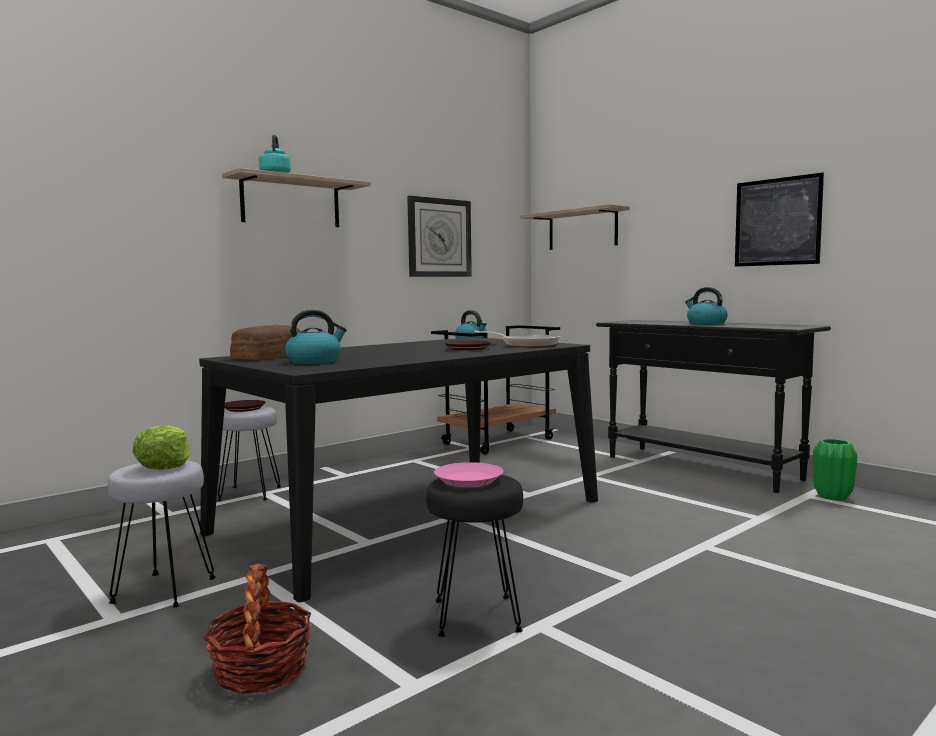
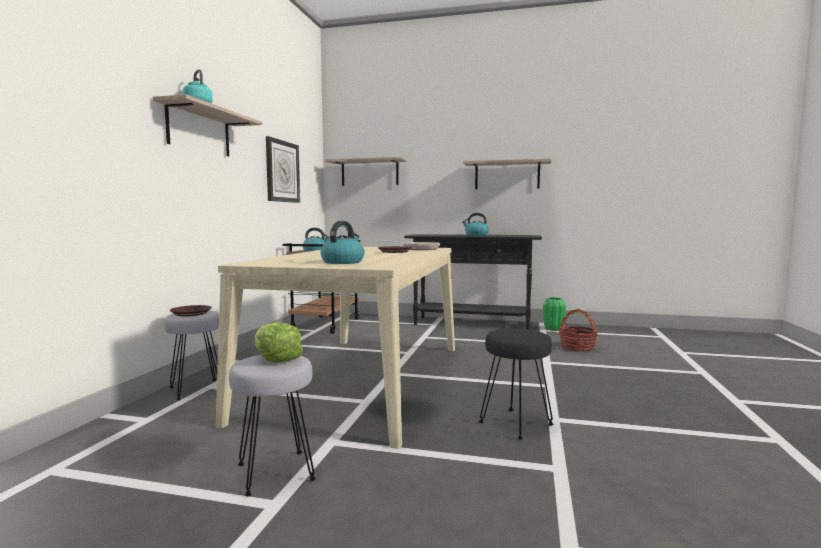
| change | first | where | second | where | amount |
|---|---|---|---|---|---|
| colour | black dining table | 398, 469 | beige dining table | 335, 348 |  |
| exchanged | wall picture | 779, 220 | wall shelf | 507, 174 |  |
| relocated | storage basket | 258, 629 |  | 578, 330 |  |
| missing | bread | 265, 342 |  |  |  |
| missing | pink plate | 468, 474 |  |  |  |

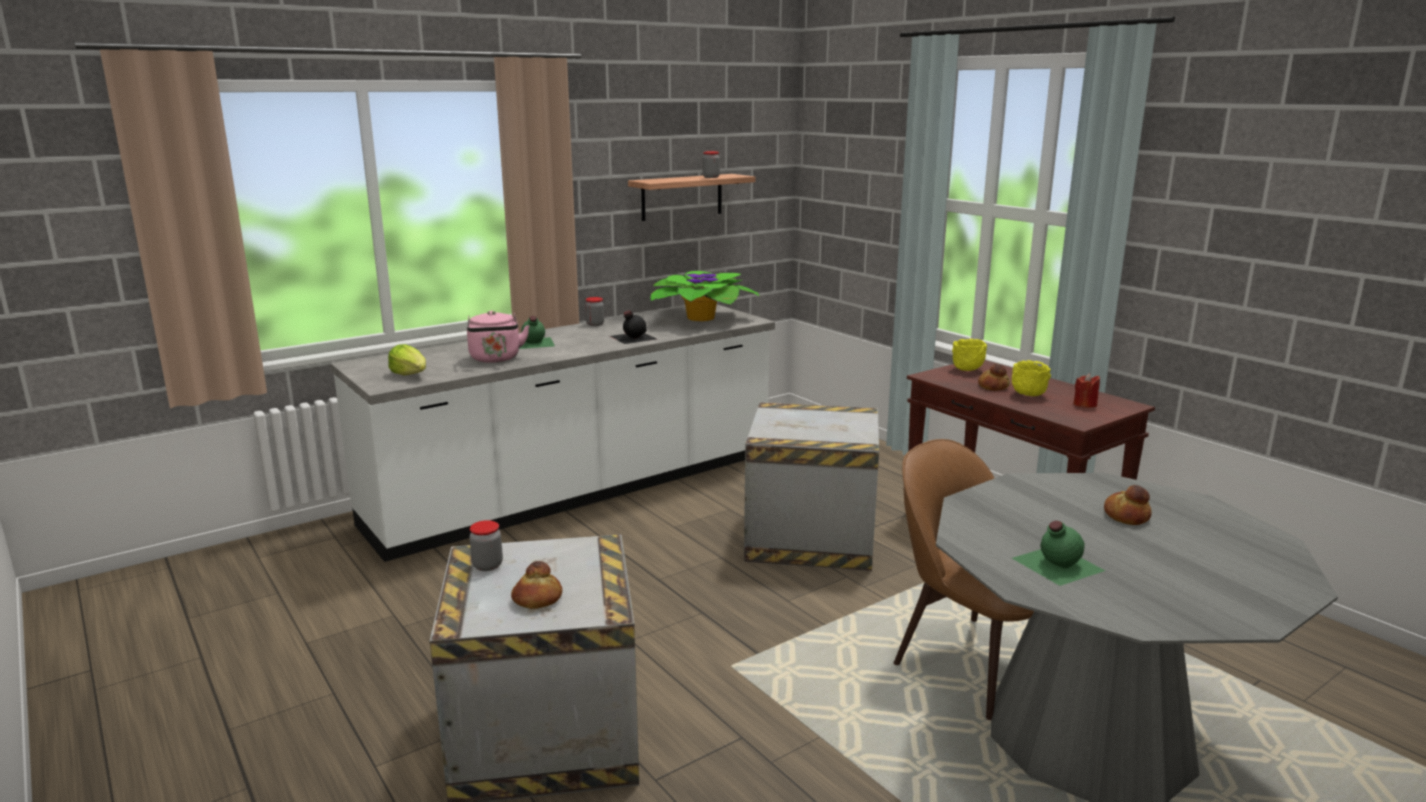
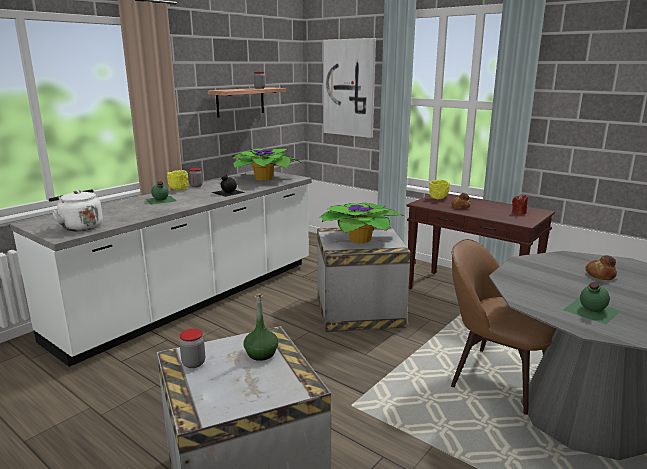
| change | first | where | second | where | amount |
|---|---|---|---|---|---|
| exchanged | head of lettuce | 407, 359 | white tea kettle | 76, 210 |  |
| relocated | yellow serving bowl | 1031, 378 |  | 178, 180 |  |
| appeared |  |  | green-coloured beverage bottle | 260, 327 |  |
| appeared |  |  | potted plant | 361, 223 |  |
| appeared |  |  | wall picture | 349, 88 |  |
| missing | pink tea kettle | 498, 336 |  |  |  |
| missing | bread | 536, 585 |  |  |  |

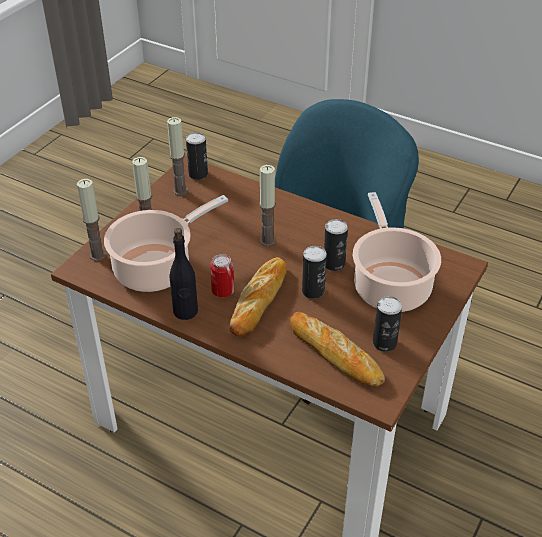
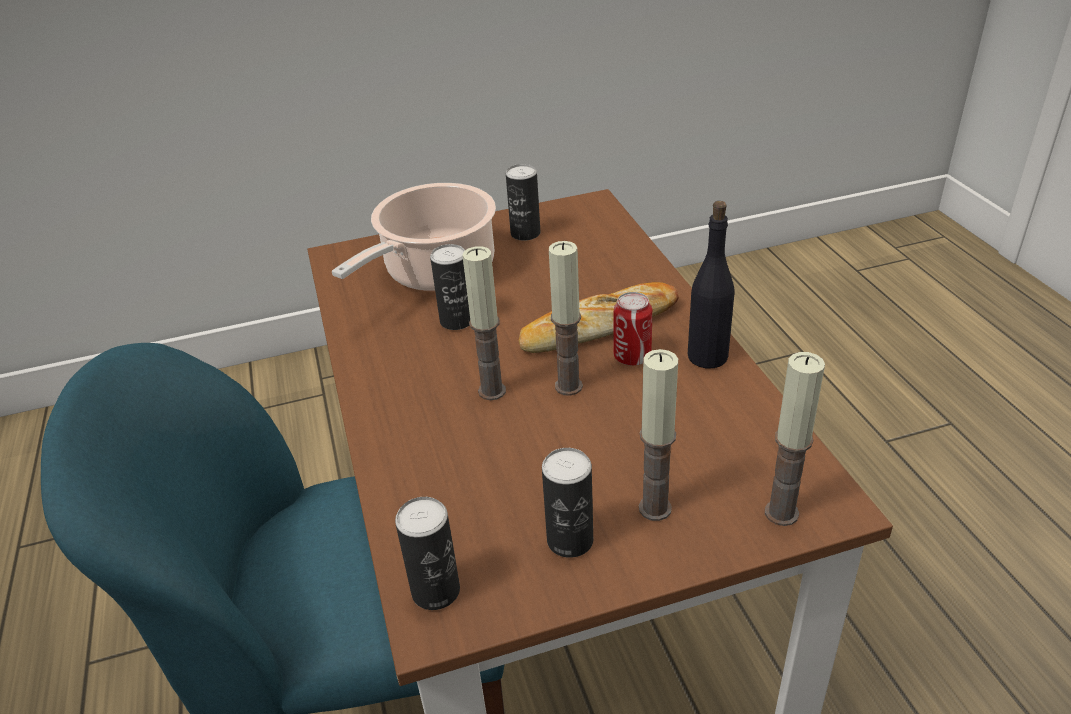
| change | first | where | second | where | amount |
|---|---|---|---|---|---|
| relocated | can | 314, 272 |  | 567, 503 |  |
| relocated | wax candle | 177, 156 |  | 566, 318 |  |
| missing | saucepot | 166, 243 |  |  |  |
| missing | bread | 337, 349 |  |  |  |

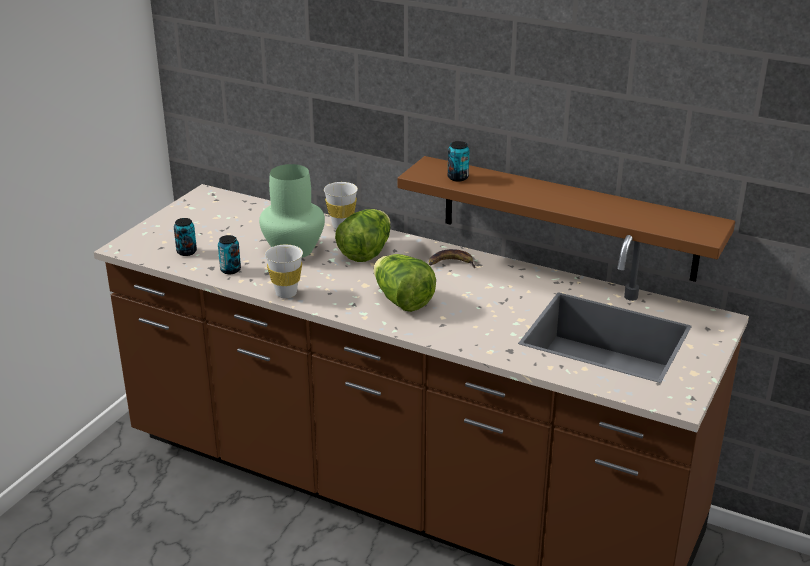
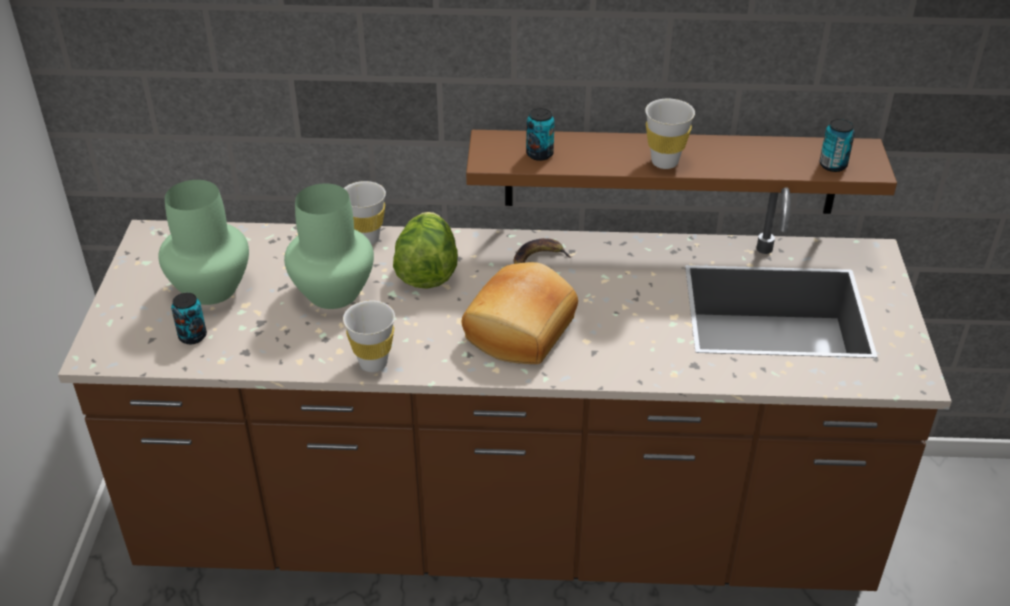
| change | first | where | second | where | amount |
|---|---|---|---|---|---|
| appeared |  |  | green-coloured decorative vase | 203, 242 |  |
| exchanged | head of lettuce | 404, 283 | bread | 520, 313 |  |
| appeared |  |  | white drinking cup | 670, 133 |  |
| relocated | can | 229, 254 |  | 837, 145 |  |

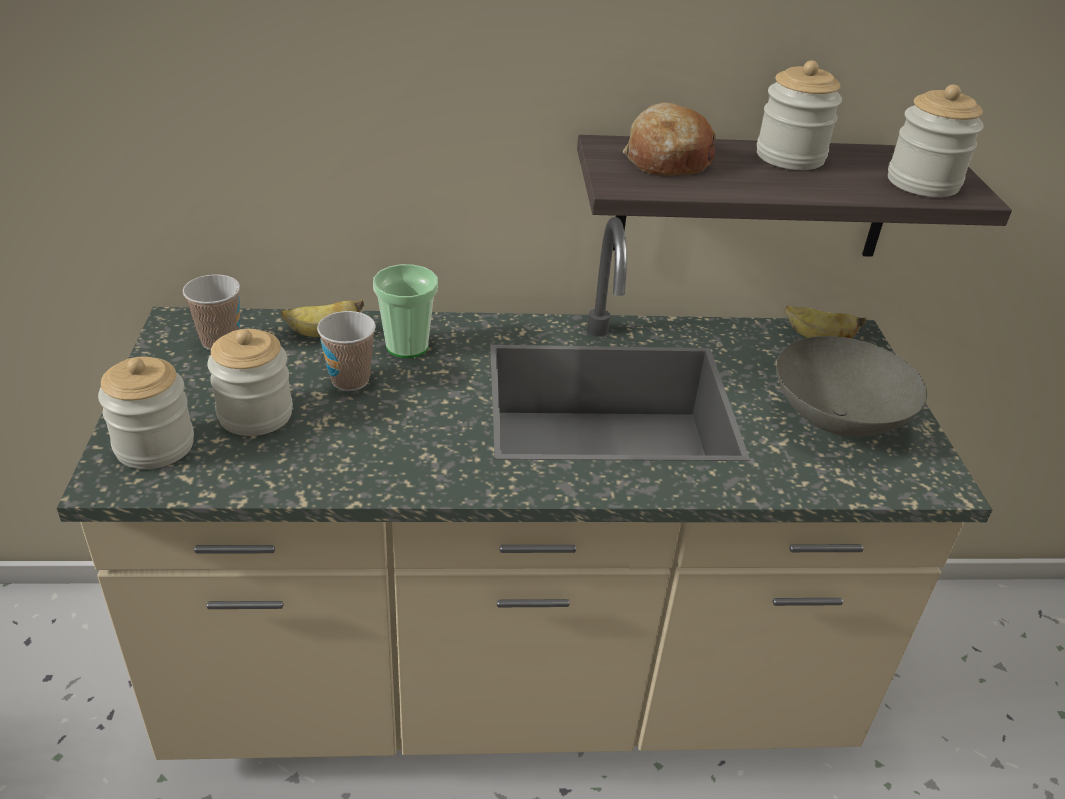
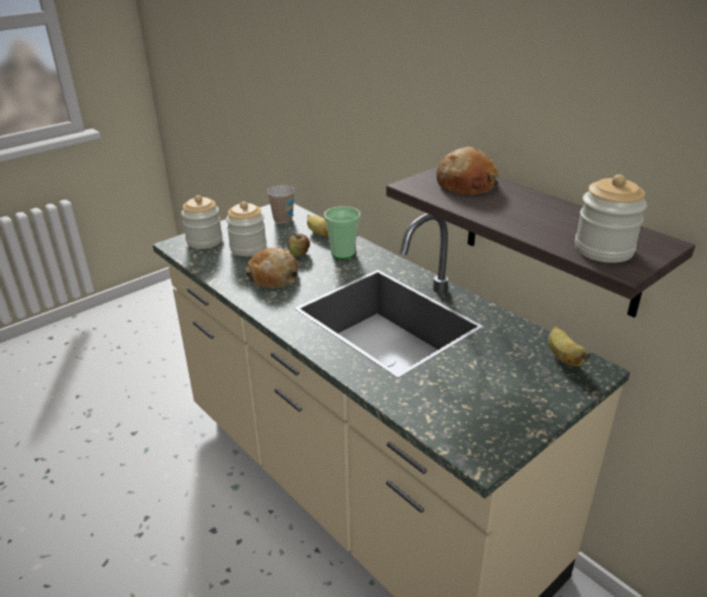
| change | first | where | second | where | amount |
|---|---|---|---|---|---|
| appeared |  |  | bread | 271, 268 |  |
| exchanged | drinking cup | 346, 351 | apple | 299, 245 |  |
| missing | jar | 799, 115 |  |  |  |
| missing | gray serving bowl | 851, 386 |  |  |  |

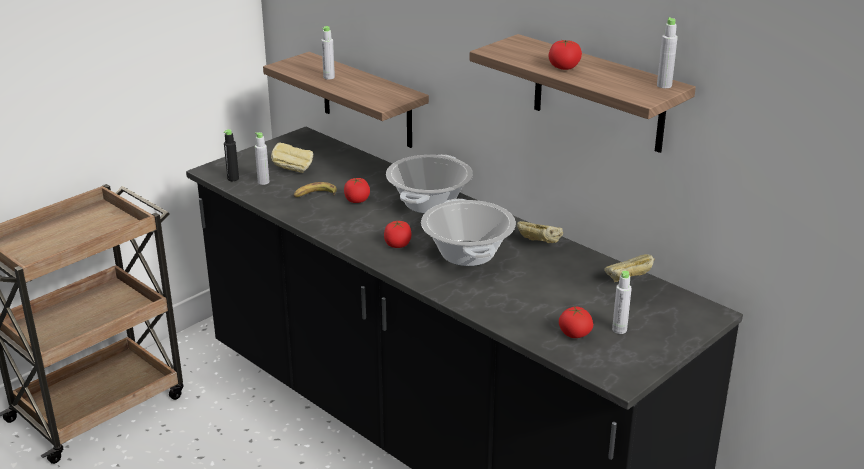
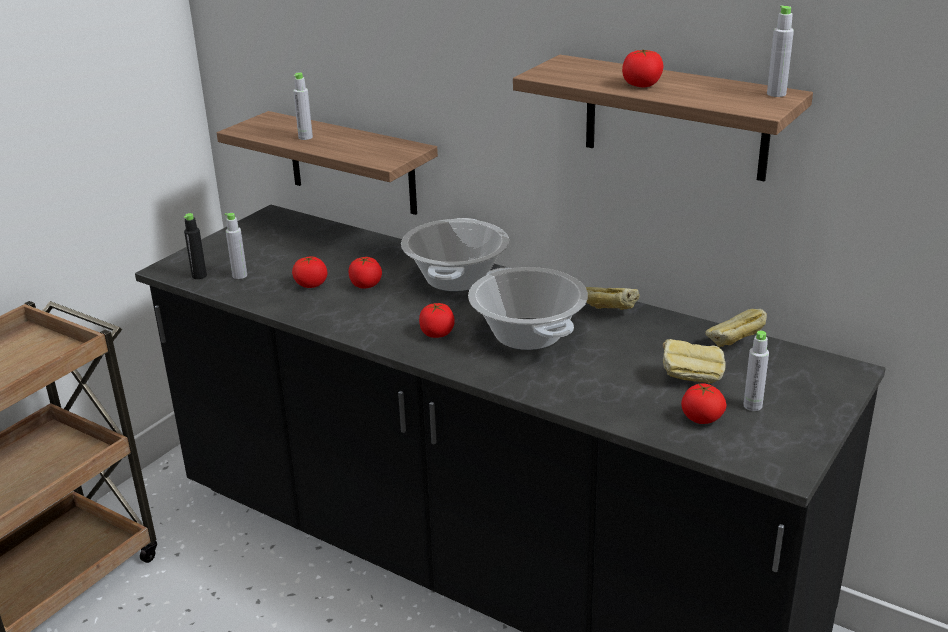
| change | first | where | second | where | amount |
|---|---|---|---|---|---|
| exchanged | whole banana | 315, 189 | fresh tomato | 310, 272 |  |
| relocated | bread | 292, 157 |  | 694, 361 |  |

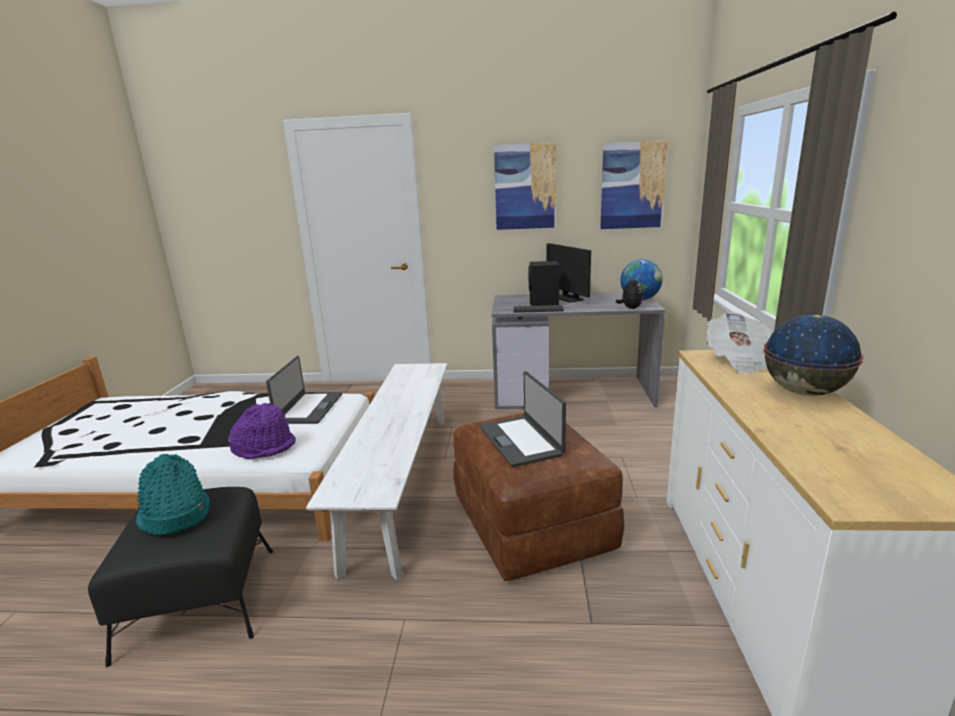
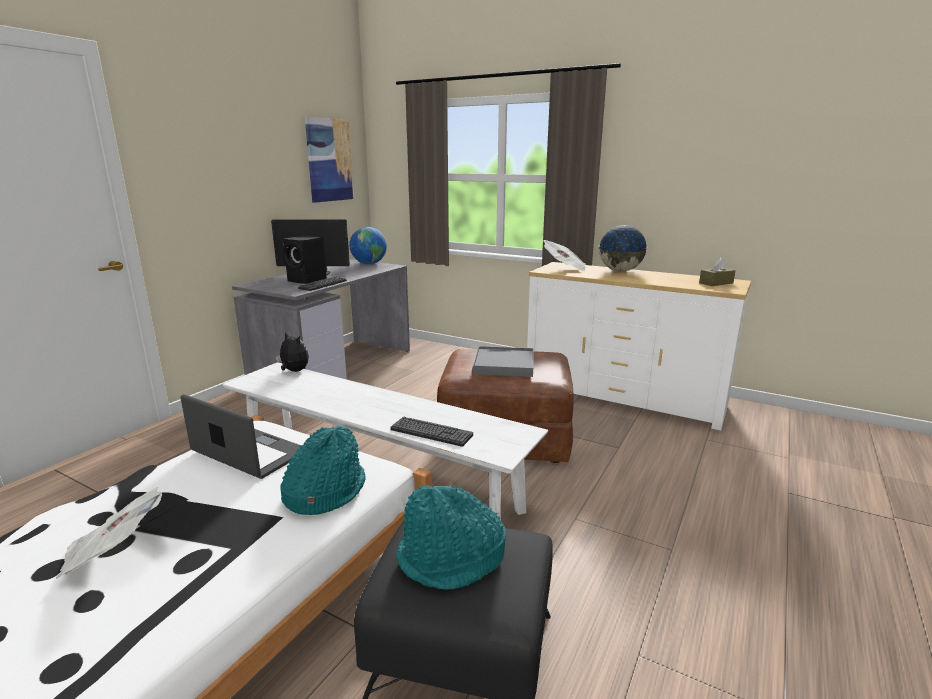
| change | first | where | second | where | amount |
|---|---|---|---|---|---|
| appeared |  |  | daily paper | 109, 533 |  |
| relocated | cuddly toy | 630, 293 |  | 292, 352 |  |
| colour | purple-coloured wearable hat | 262, 431 | blue-green wearable hat | 323, 470 |  |
| appeared |  |  | computer keyboard | 431, 431 |  |
| exchanged | laptop | 523, 419 | gray tray | 503, 361 |  |
| appeared |  |  | brownish tissue holder | 717, 271 |  |
| missing | wall picture | 525, 186 |  |  |  |

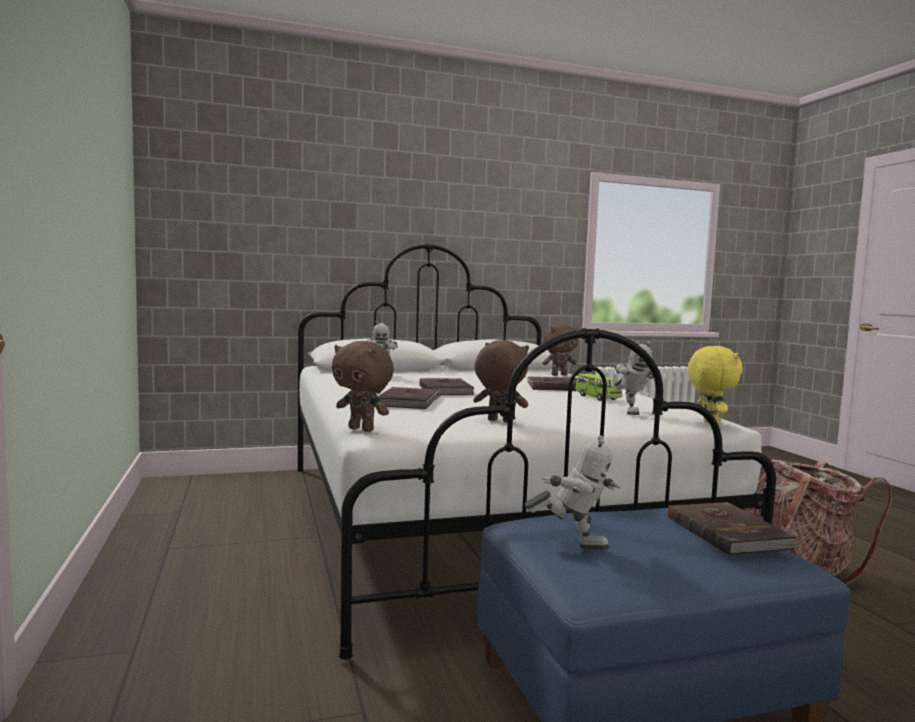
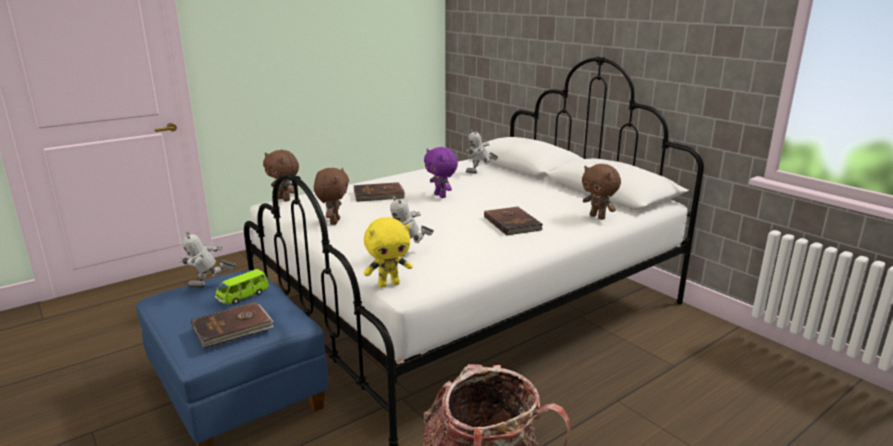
| change | first | where | second | where | amount |
|---|---|---|---|---|---|
| spun | toy robot | 572, 492 |  | 207, 259 | 75 degrees clockwise |
| relocated | green-coloured toy car | 599, 387 |  | 242, 287 |  |
| spun | brownish cuddly toy | 363, 386 |  | 281, 175 | 60 degrees counterclockwise |
| exchanged | brownish book | 447, 386 | purple-coloured cuddly toy | 441, 172 |  |

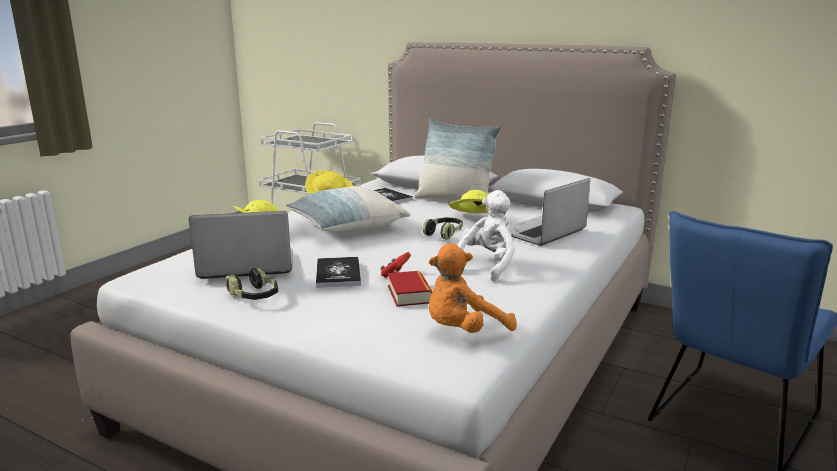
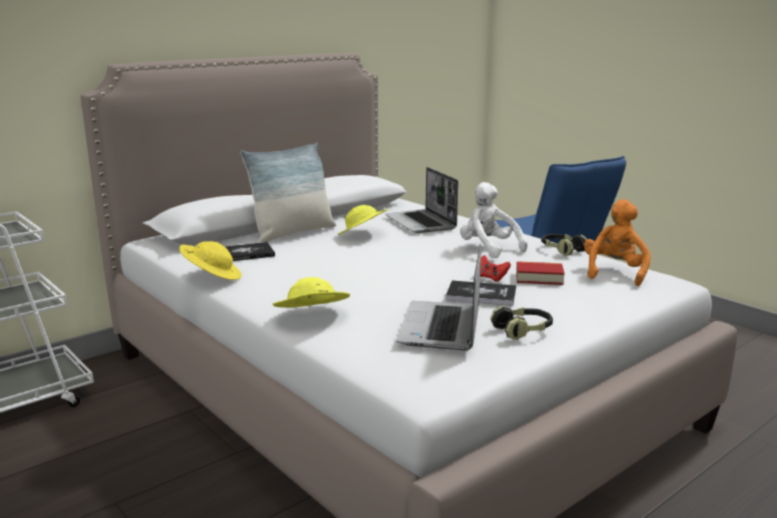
| change | first | where | second | where | amount |
|---|---|---|---|---|---|
| relocated | headphones | 443, 228 |  | 564, 245 |  |
| spun | orangey cuddly toy | 472, 288 |  | 617, 242 | 150 degrees counterclockwise |
| missing | throw pillow | 348, 208 |  |  |  |

